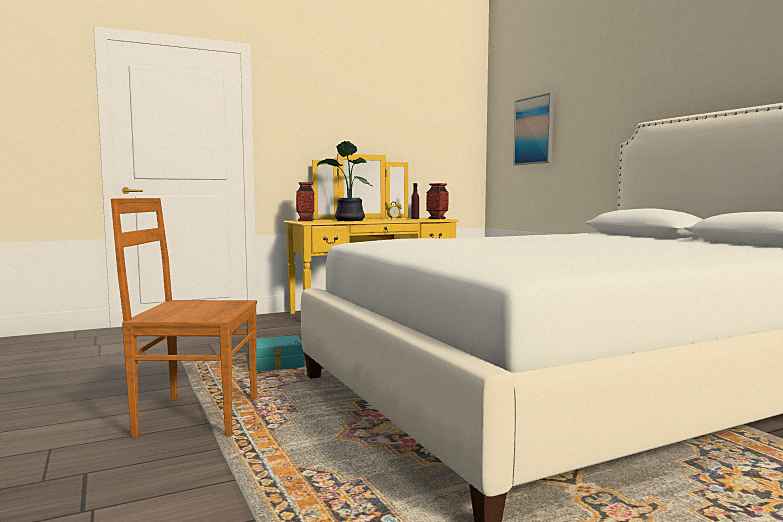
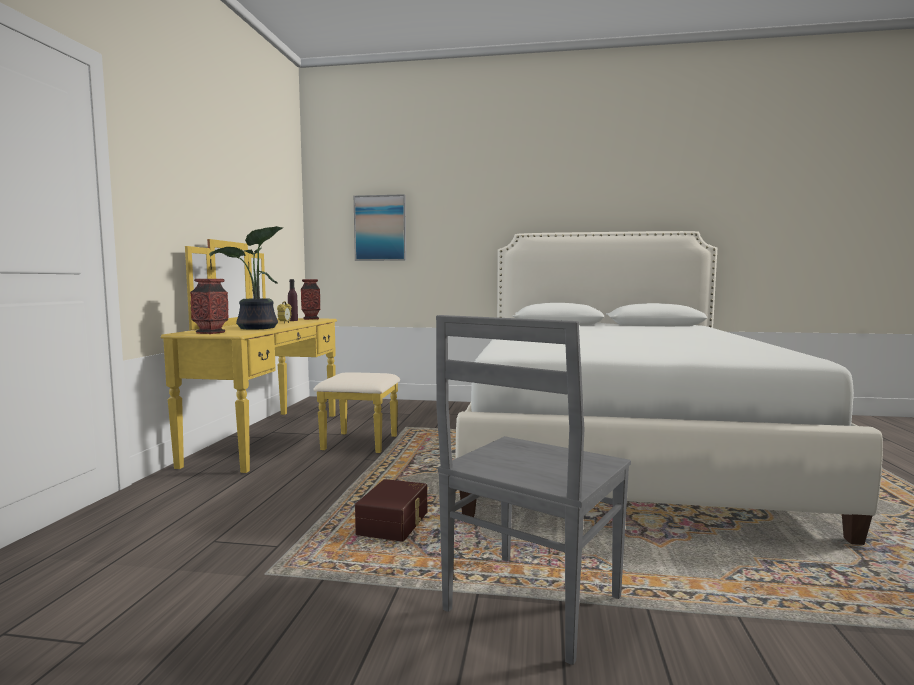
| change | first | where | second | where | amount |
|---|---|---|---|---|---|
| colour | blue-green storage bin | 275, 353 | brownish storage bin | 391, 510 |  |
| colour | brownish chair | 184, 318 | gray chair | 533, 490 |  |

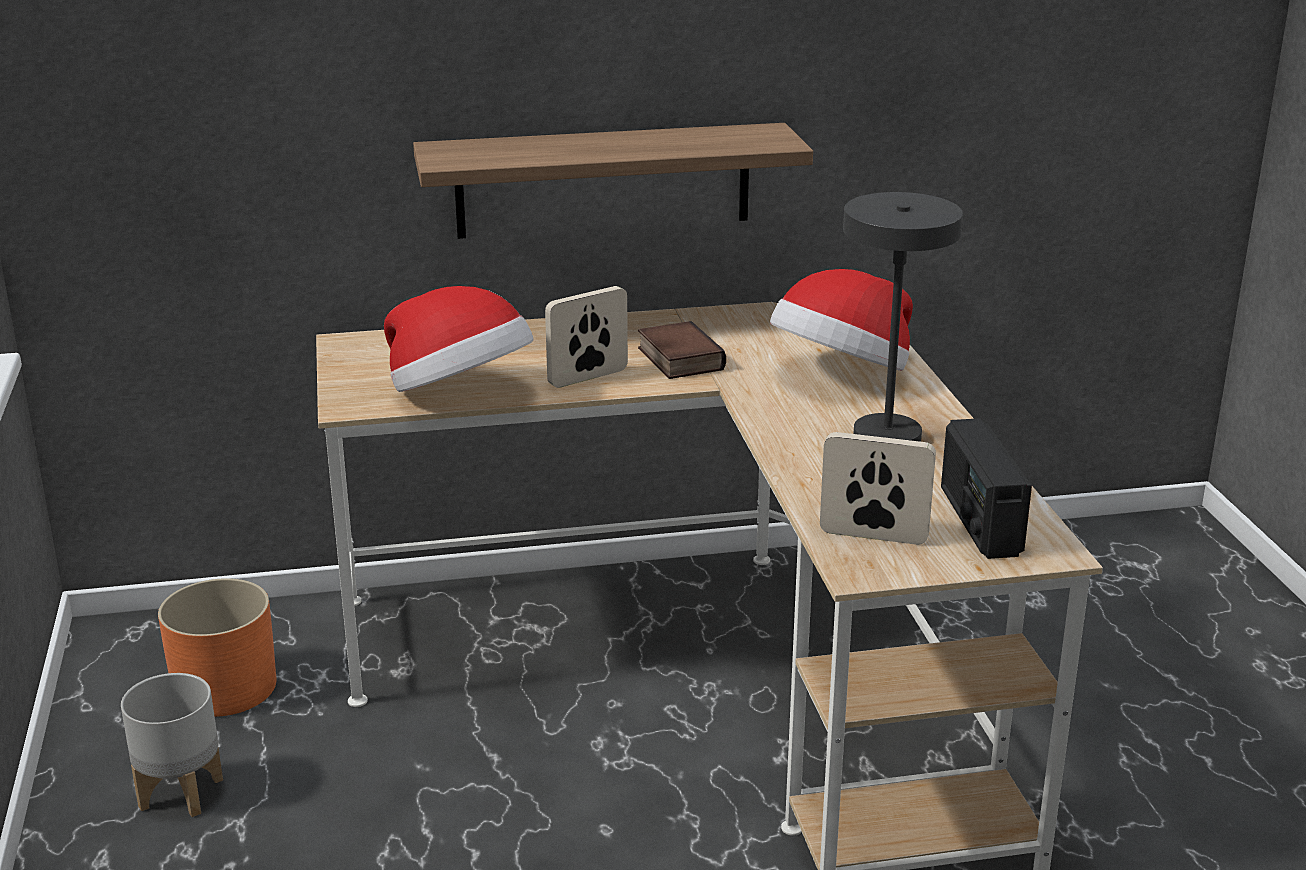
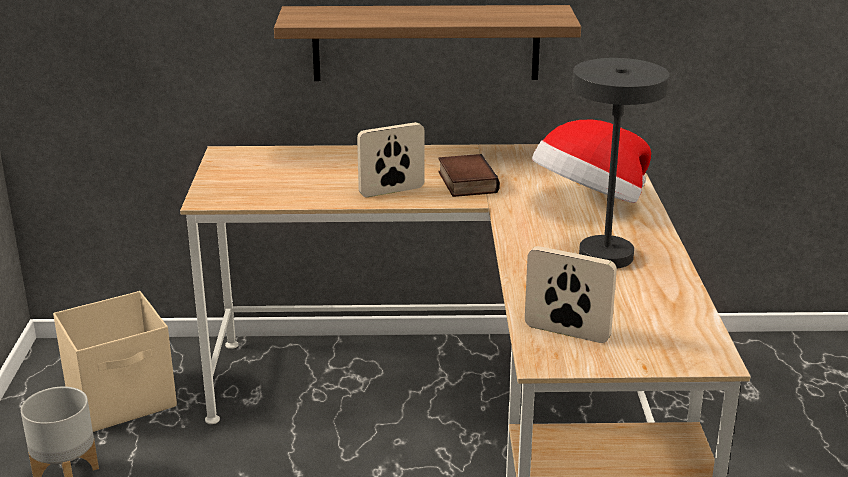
| change | first | where | second | where | amount |
|---|---|---|---|---|---|
| exchanged | orangey planter | 217, 647 | beige storage bin | 115, 361 |  |
| missing | wearable hat | 458, 339 |  |  |  |
| missing | radio set | 986, 488 |  |  |  |

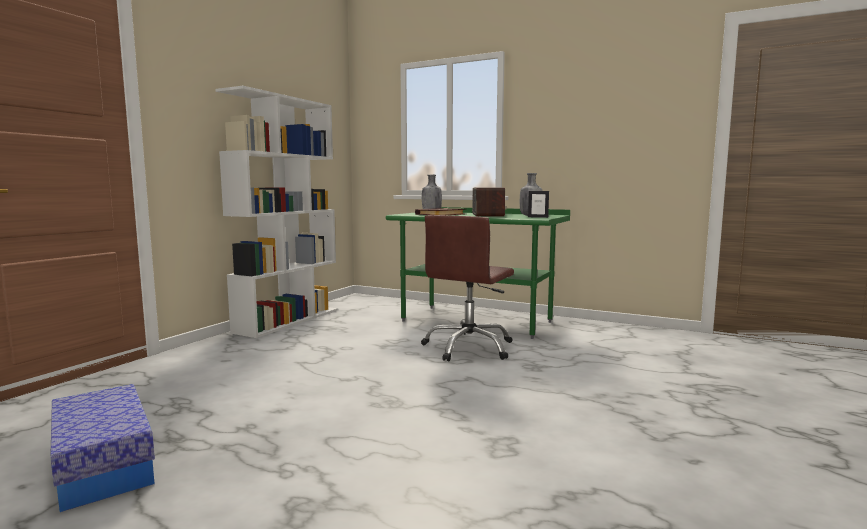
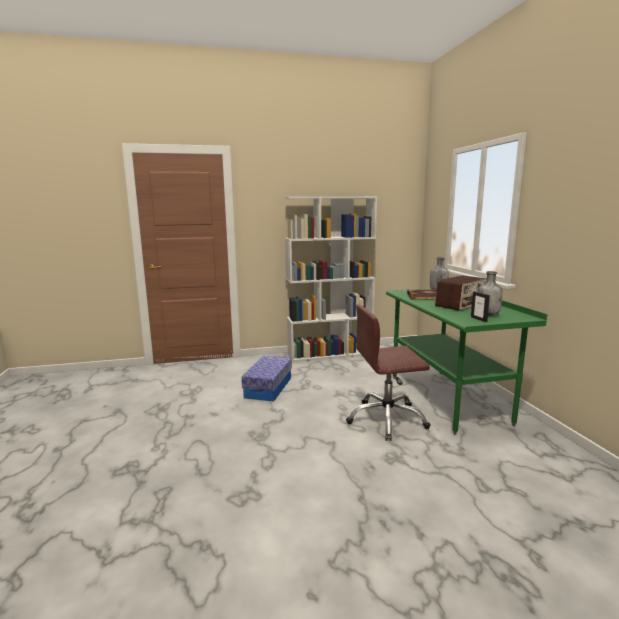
| change | first | where | second | where | amount |
|---|---|---|---|---|---|
| relocated | storage bin | 102, 448 |  | 266, 379 |  |

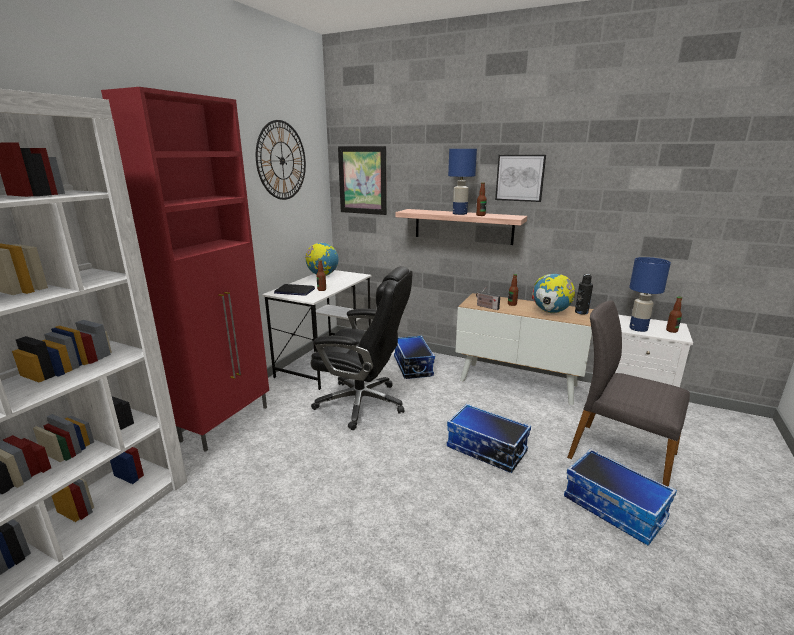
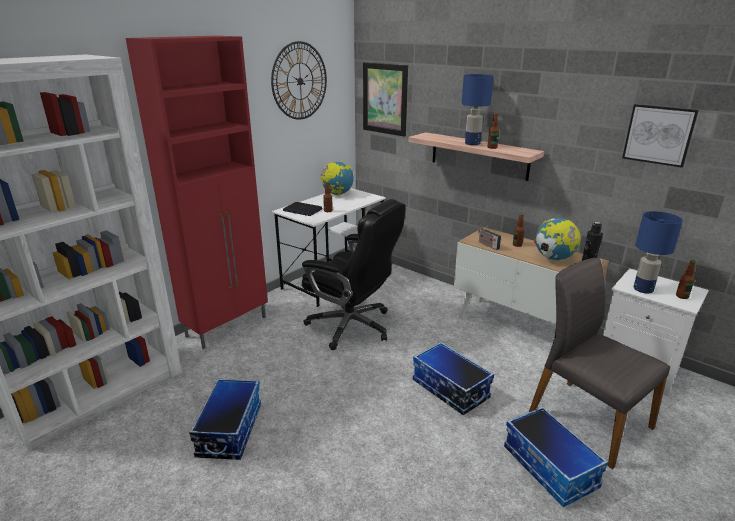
| change | first | where | second | where | amount |
|---|---|---|---|---|---|
| relocated | storage bin | 414, 357 |  | 225, 419 |  |
| relocated | wall picture | 520, 178 |  | 660, 136 |  |

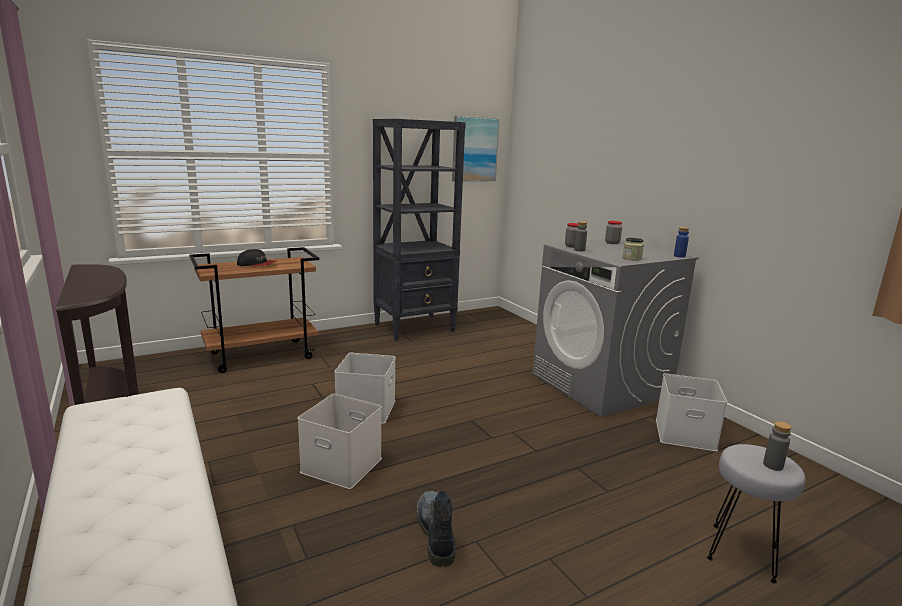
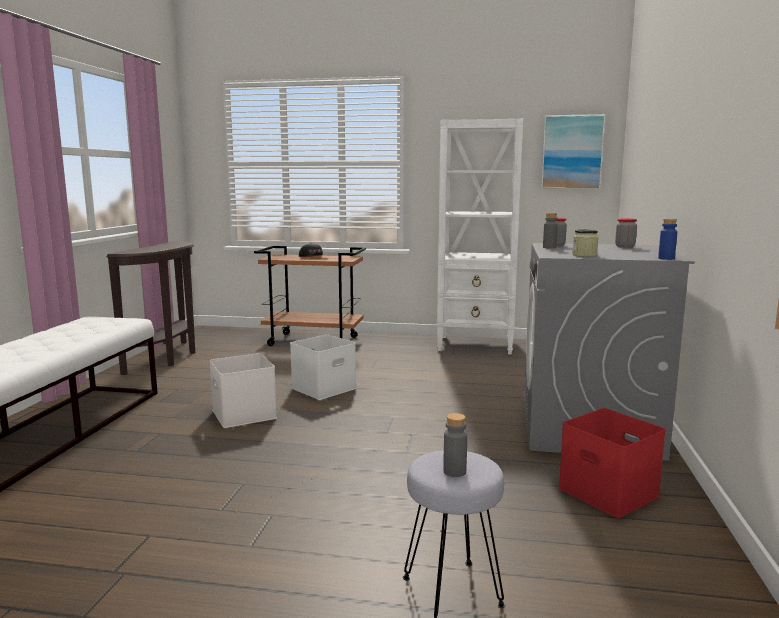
| change | first | where | second | where | amount |
|---|---|---|---|---|---|
| colour | black bookshelf | 419, 230 | white bookshelf | 480, 237 |  |
| colour | white storage bin | 691, 412 | reddish storage bin | 612, 463 |  |
| missing | tall boot | 436, 529 |  |  |  |

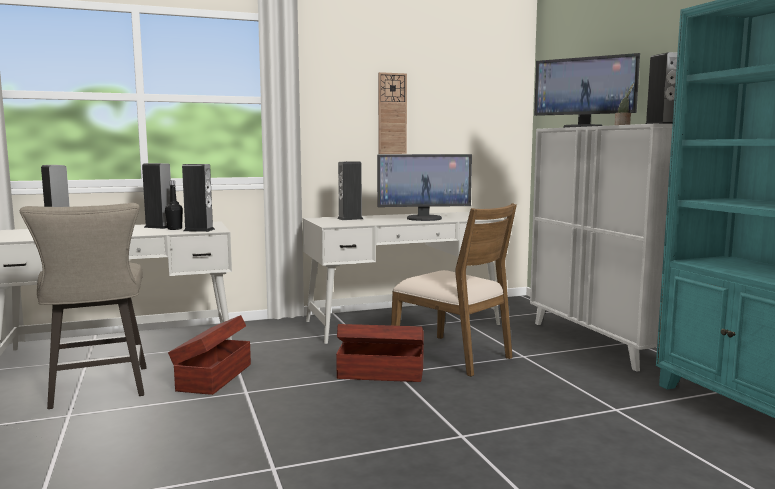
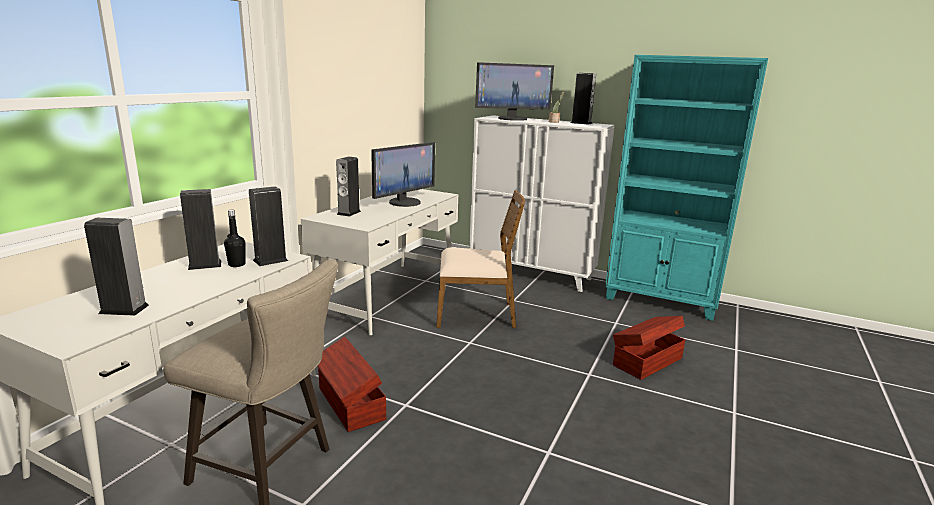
| change | first | where | second | where | amount |
|---|---|---|---|---|---|
| relocated | brownish storage bin | 380, 353 |  | 649, 348 |  |
| missing | clock on the wall | 392, 113 |  |  |  |

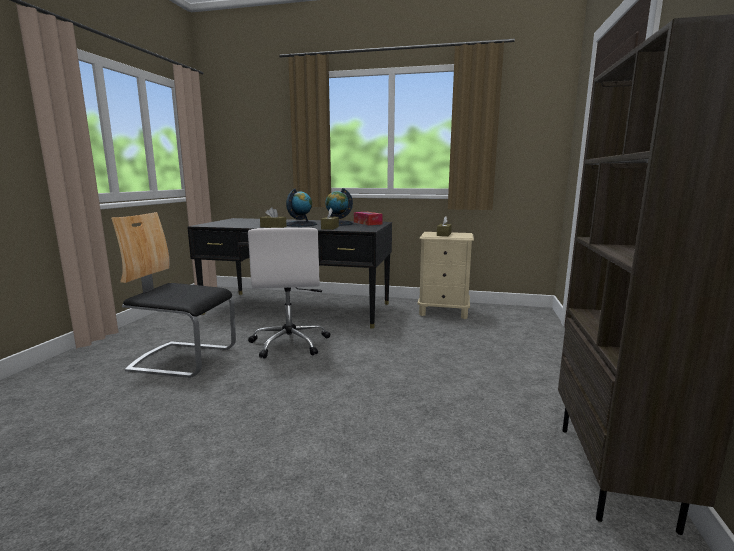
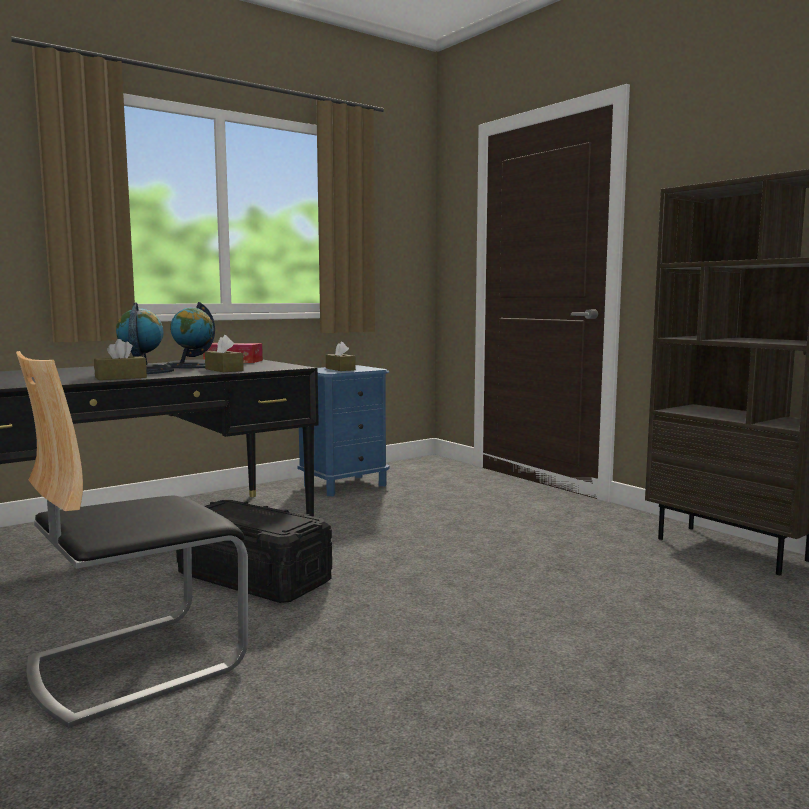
| change | first | where | second | where | amount |
|---|---|---|---|---|---|
| exchanged | white computer chair | 289, 293 | black storage bin | 254, 551 |  |
| colour | beige night table | 445, 275 | bluish night table | 344, 430 |  |

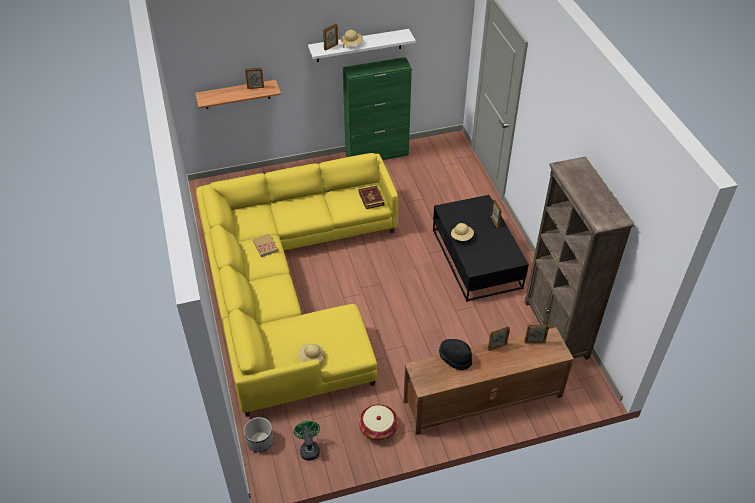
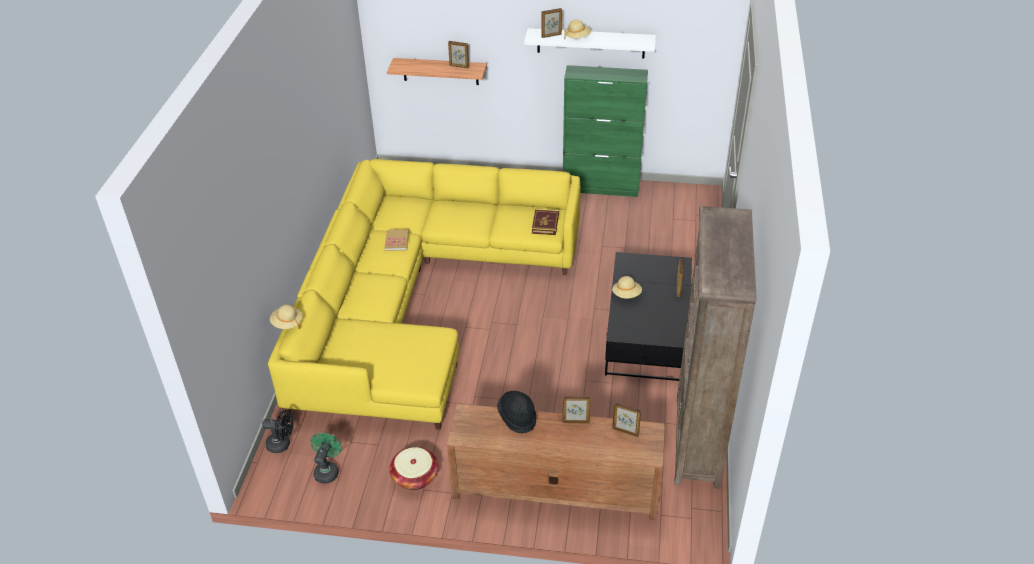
| change | first | where | second | where | amount |
|---|---|---|---|---|---|
| exchanged | planter | 258, 434 | black cooling fan | 277, 431 |  |
| relocated | beige wearable hat | 311, 352 |  | 286, 317 |  |

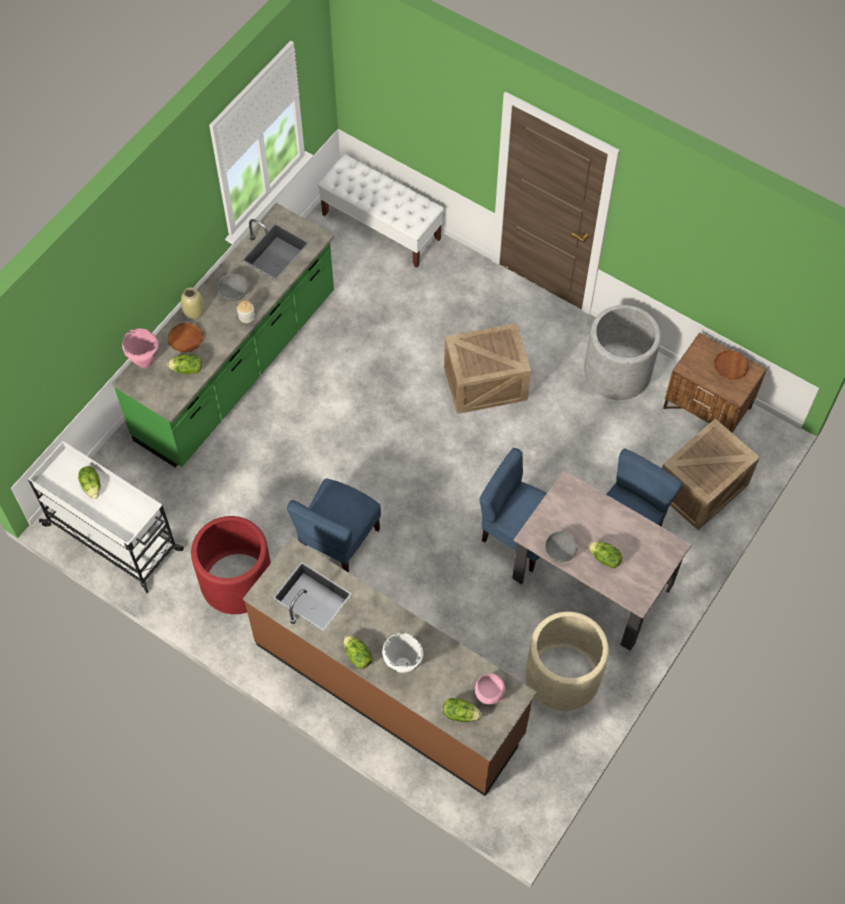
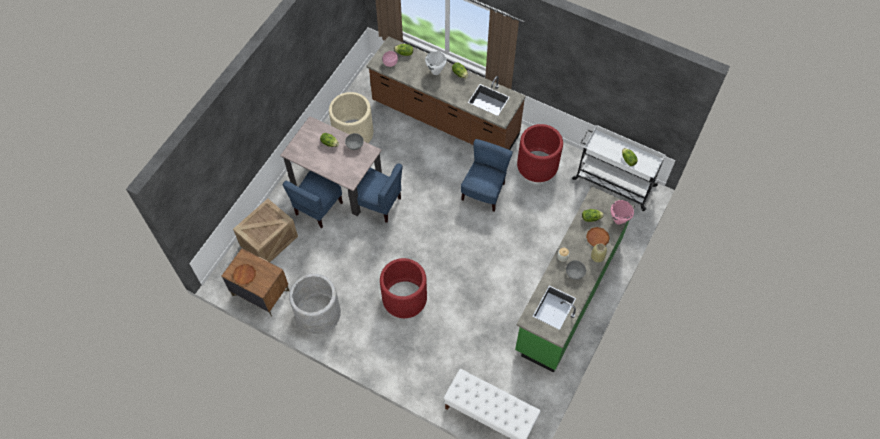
| change | first | where | second | where | amount |
|---|---|---|---|---|---|
| exchanged | crate | 487, 368 | reddish planter | 403, 288 |  |

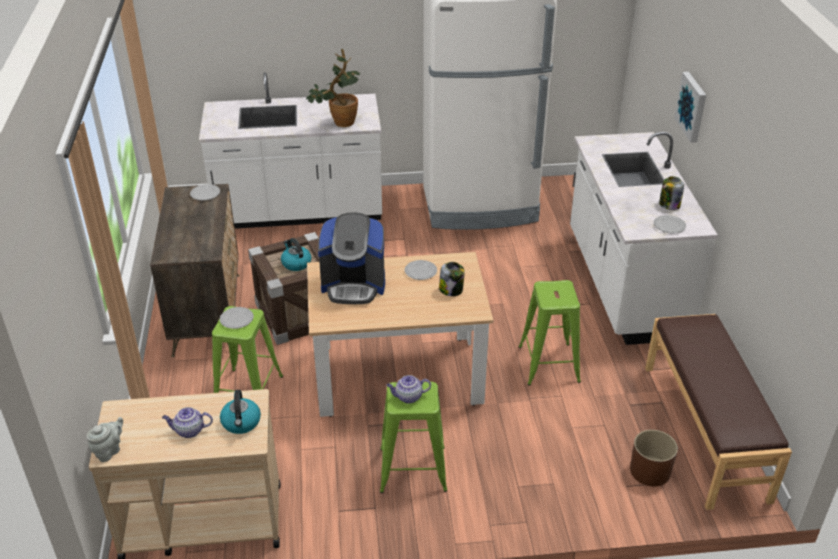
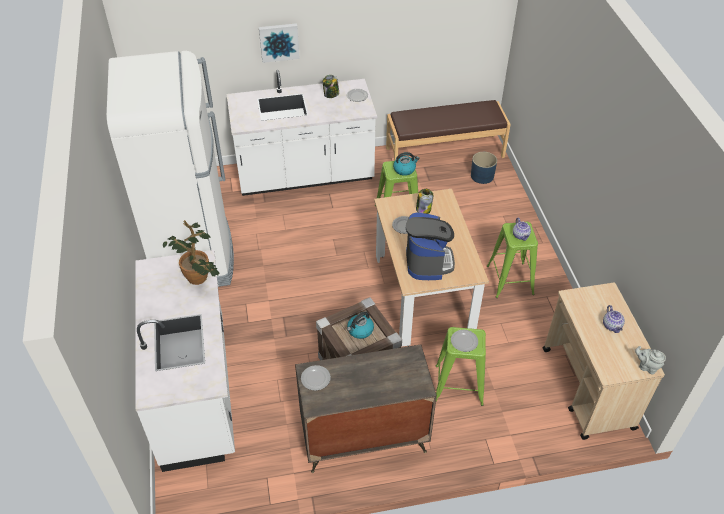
| change | first | where | second | where | amount |
|---|---|---|---|---|---|
| relocated | tea kettle | 240, 412 |  | 406, 164 |  |
| colour | brownish planter | 654, 458 | bluish planter | 484, 168 |  |

